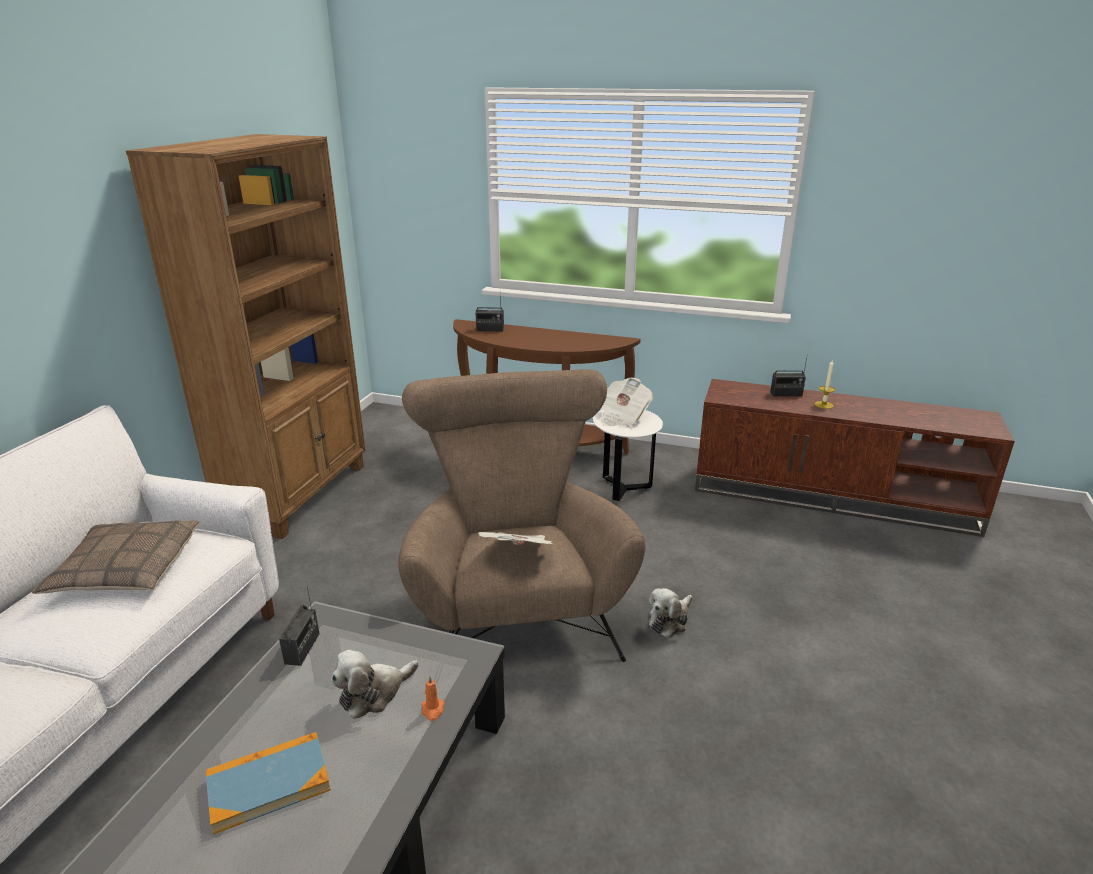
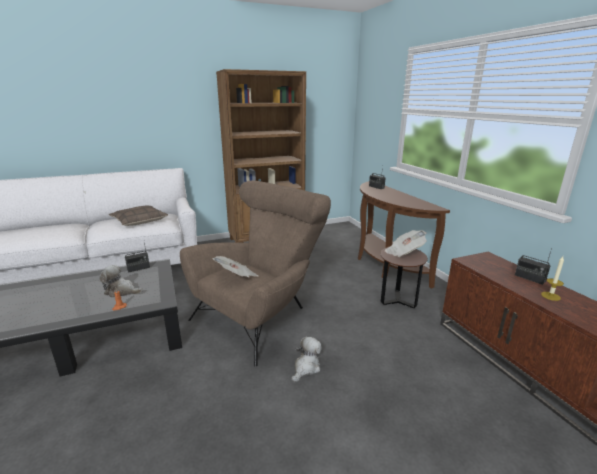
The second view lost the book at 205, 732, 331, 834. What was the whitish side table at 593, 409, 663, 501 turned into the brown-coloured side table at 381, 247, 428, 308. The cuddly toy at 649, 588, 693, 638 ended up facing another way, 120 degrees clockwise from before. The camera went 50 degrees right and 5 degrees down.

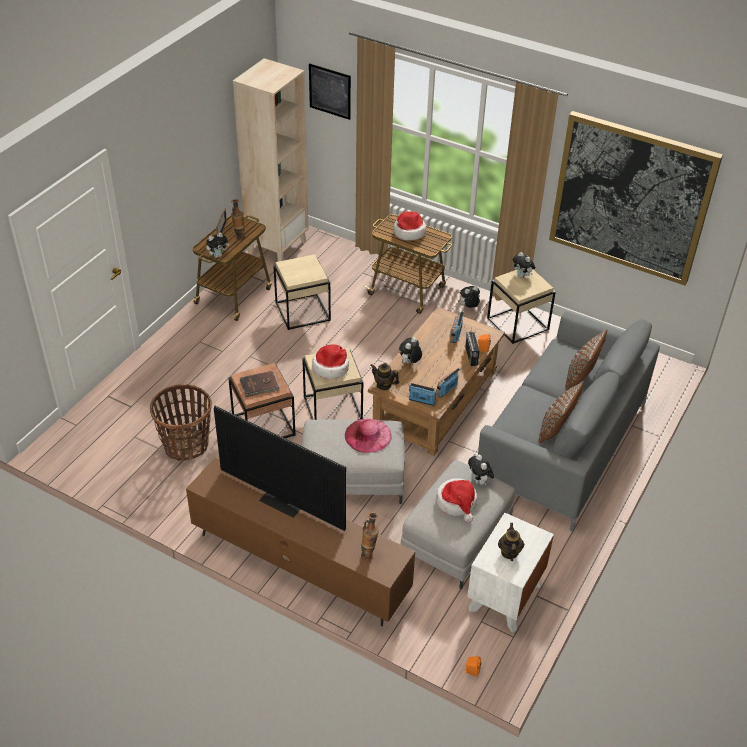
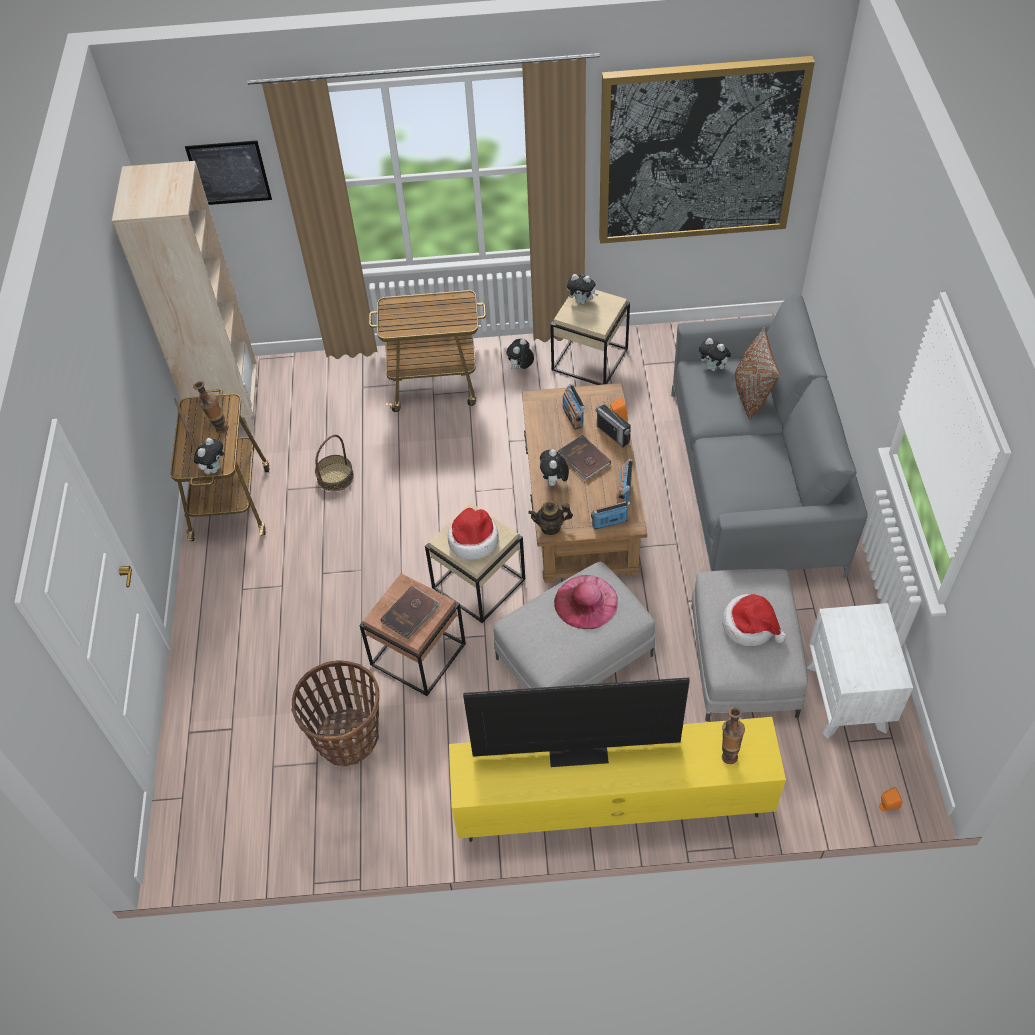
What was the brown-coloured media console at 186, 458, 415, 626 turned into the yellow-coloured media console at 449, 717, 786, 842. Where the beige-coloured side table stood at 273, 254, 331, 330, the storage basket came to stand at 315, 435, 354, 491. The second view lost the clothing hat at 394, 211, 426, 240. The cuddly toy ended up elsewhere, having gone from 468, 454, 494, 486 to 699, 338, 731, 371. The second view lost the teapot at 498, 523, 524, 561. The second view lost the brown-coloured throw pillow at 539, 381, 584, 444. The second view gained the brown-coloured book at 558, 435, 611, 481. The camera went 30 degrees left and 10 degrees up.

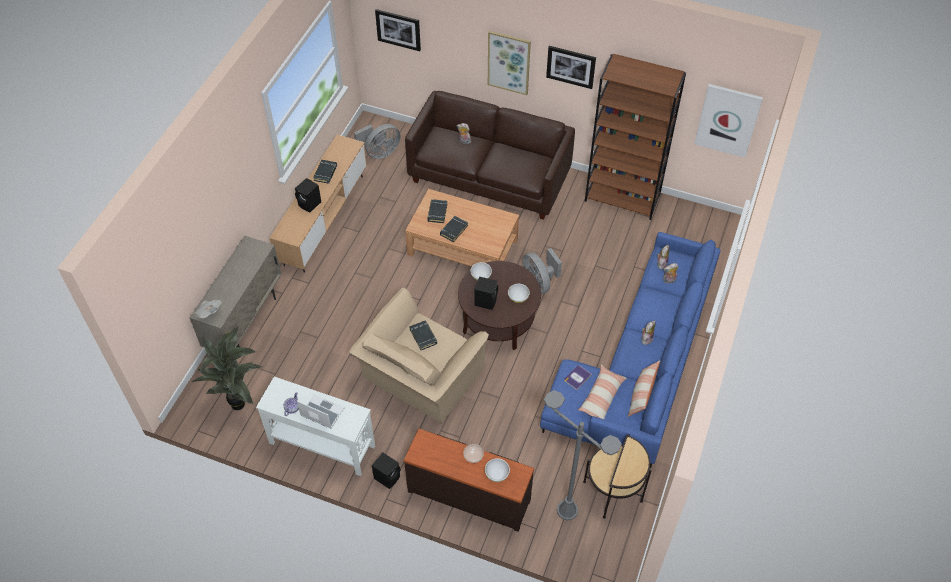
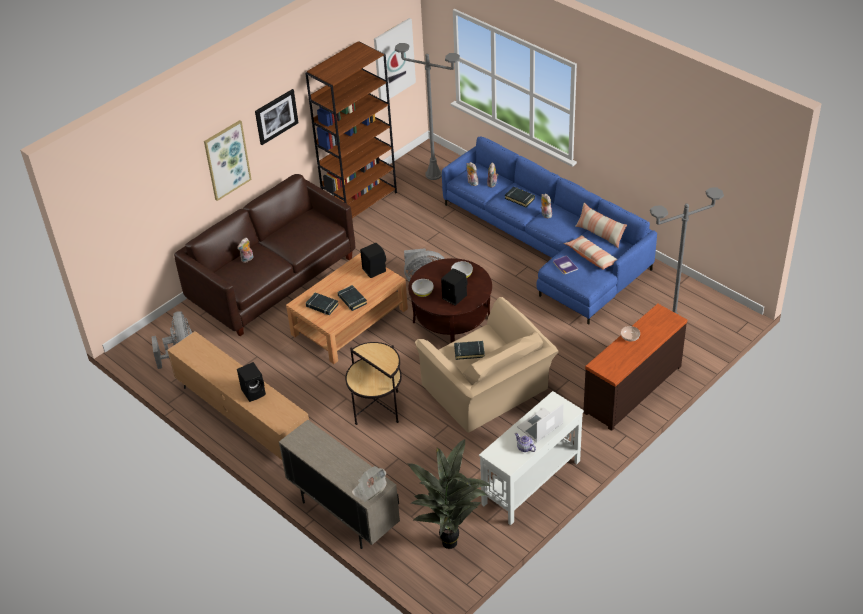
The black-coloured book ended up elsewhere, having gone from 313, 160, 337, 184 to 505, 187, 535, 207. The black-coloured audio speaker ended up elsewhere, having gone from 372, 453, 401, 489 to 360, 243, 386, 278. The second view lost the wall art at 375, 9, 421, 51. The second view lost the whitish bowl at 485, 458, 510, 482. The side table ended up elsewhere, having gone from 583, 434, 652, 519 to 345, 342, 402, 425. The second view gained the greyish standard lamp at 395, 43, 460, 180. The camera went 65 degrees left and 10 degrees down.

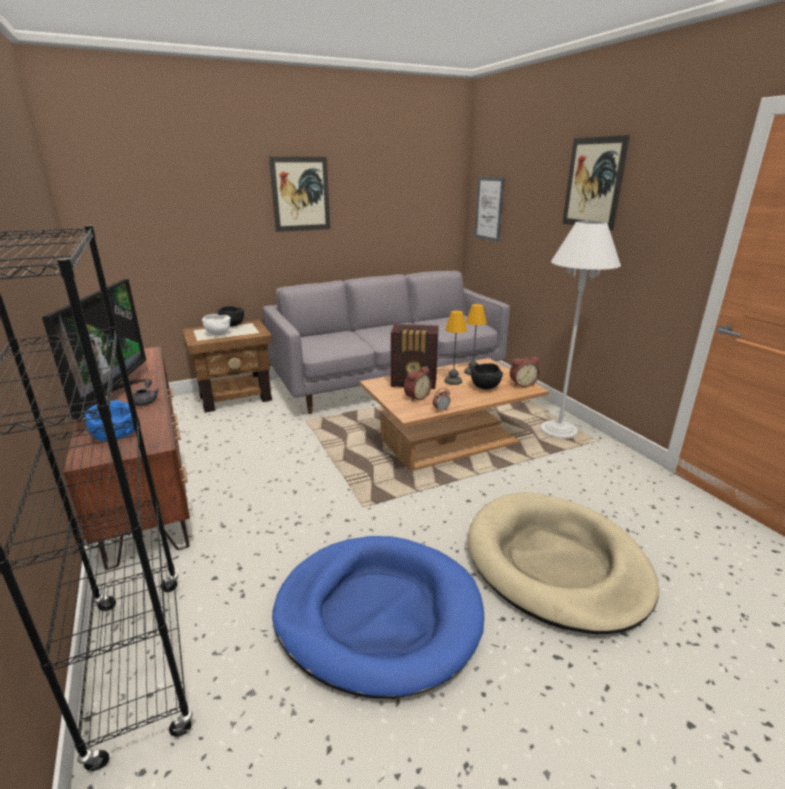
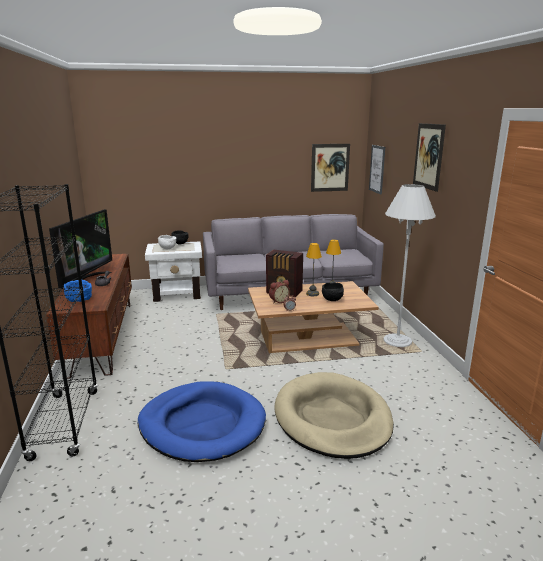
What was the brown-coloured side table at 183, 320, 272, 413 turned into the whitish side table at 145, 242, 202, 302. The wall art ended up elsewhere, having gone from 269, 156, 330, 232 to 311, 144, 350, 192. The second view lost the table clock at 510, 357, 539, 387. The camera went 15 degrees right and 5 degrees down.

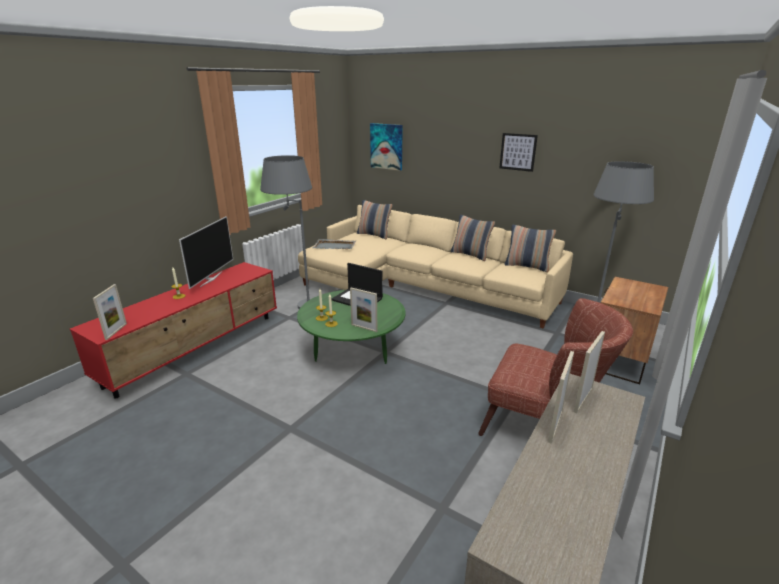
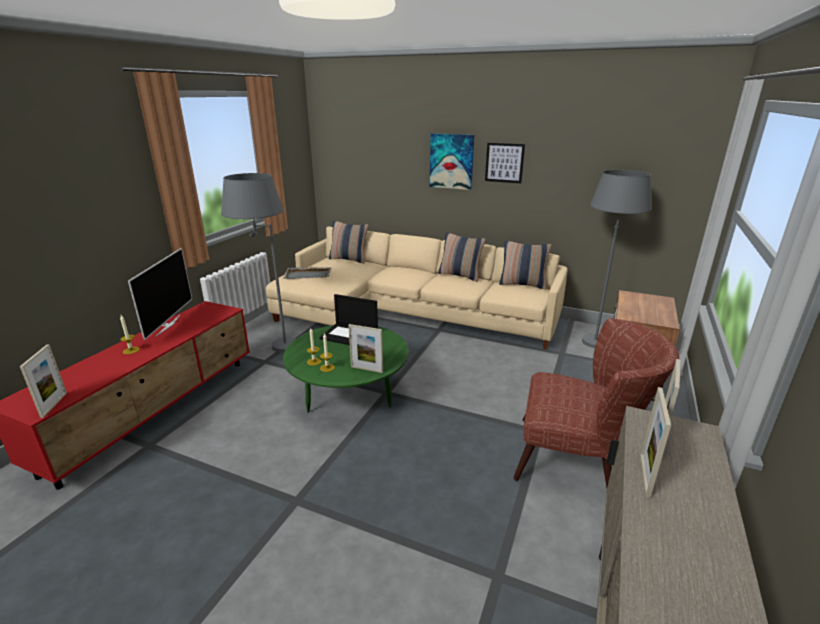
The wall art ended up elsewhere, having gone from 370, 123, 403, 171 to 430, 133, 474, 190. The camera went 10 degrees left and 0 degrees up.

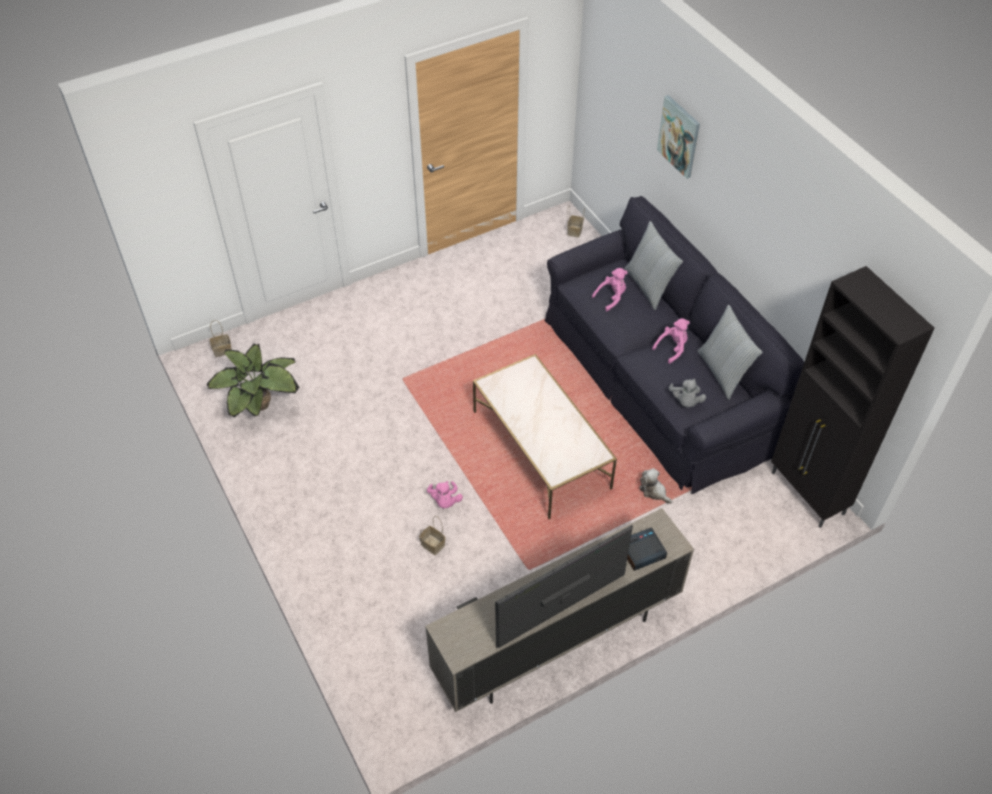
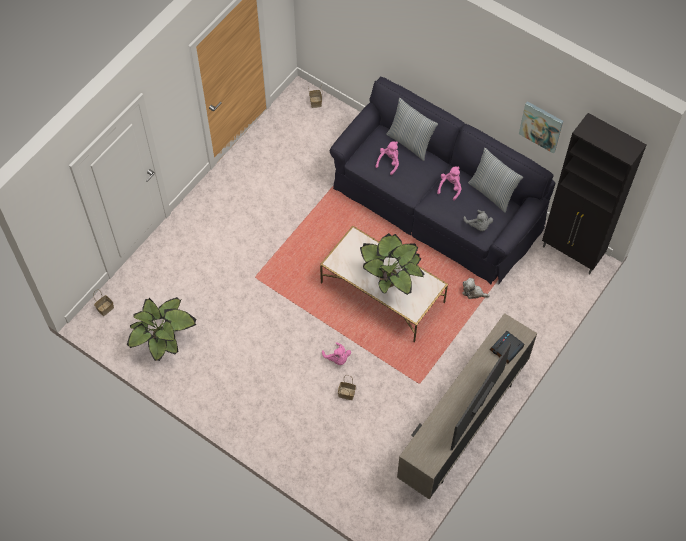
The wall art ended up elsewhere, having gone from 657, 95, 700, 179 to 519, 101, 563, 154. The second view gained the houseplant at 360, 233, 424, 295. The camera went 25 degrees left and 10 degrees up.

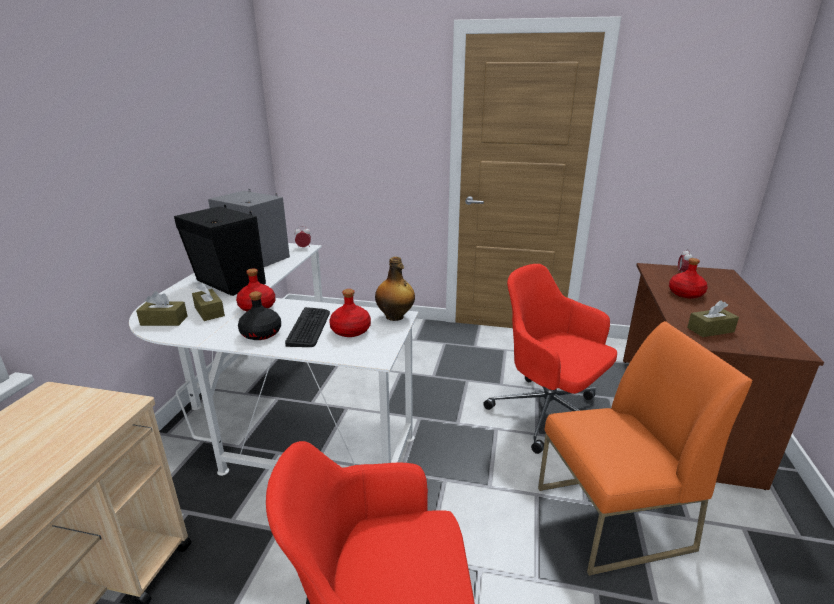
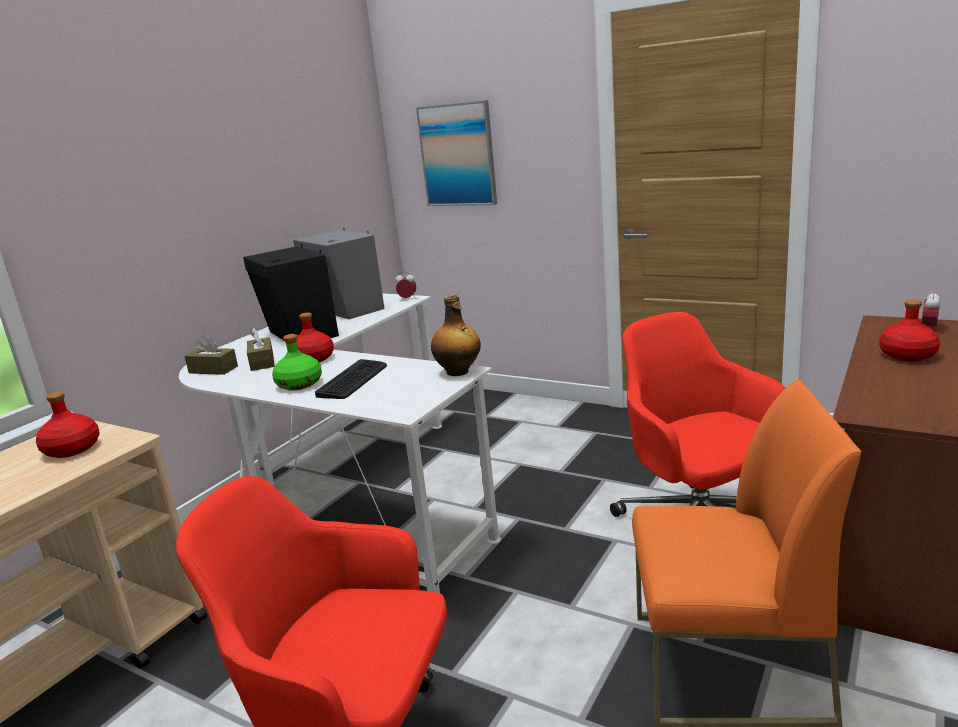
What was the black-coloured drink bottle at 238, 291, 281, 340 turned into the greenish drink bottle at 272, 334, 322, 391. The reddish drink bottle ended up elsewhere, having gone from 329, 289, 371, 337 to 36, 392, 100, 458. The second view lost the brown-coloured tissue holder at 687, 300, 739, 337. The second view gained the wall art at 416, 100, 497, 206. The camera went 20 degrees right and 5 degrees down.

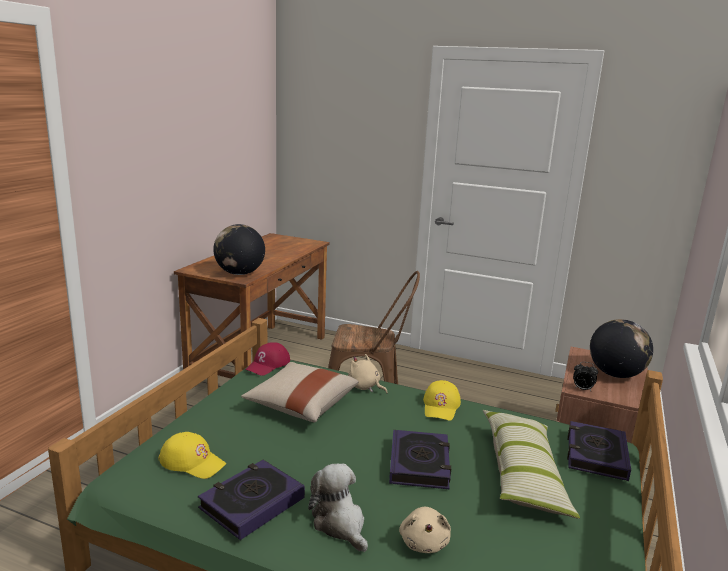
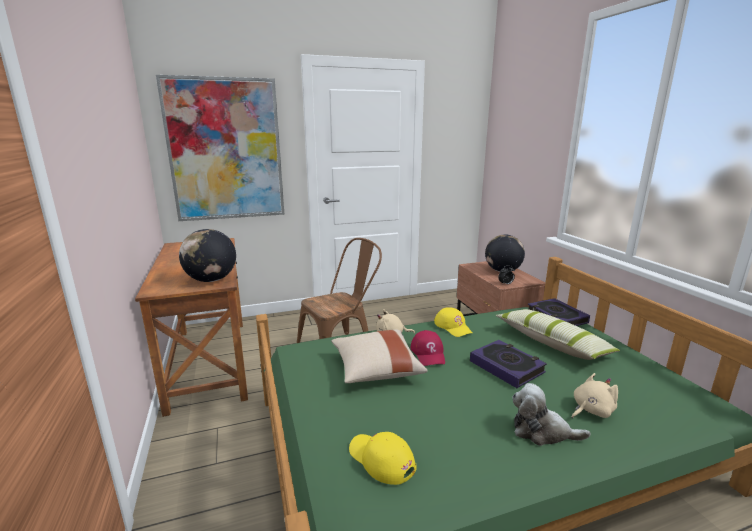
The yellow-coloured peaked cap at 159, 432, 226, 479 ended up facing another way, 120 degrees counterclockwise from before. The second view lost the book at 198, 460, 305, 540. The reddish peaked cap ended up elsewhere, having gone from 245, 342, 290, 376 to 410, 330, 445, 366. The beige-coloured cuddly toy at 399, 507, 451, 553 ended up facing another way, 75 degrees counterclockwise from before. The second view gained the wall art at 156, 75, 285, 221. The camera went 40 degrees left and 0 degrees up.

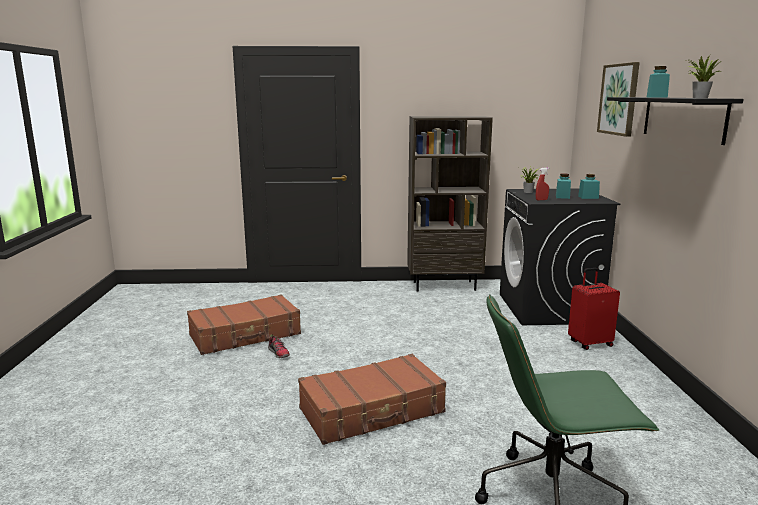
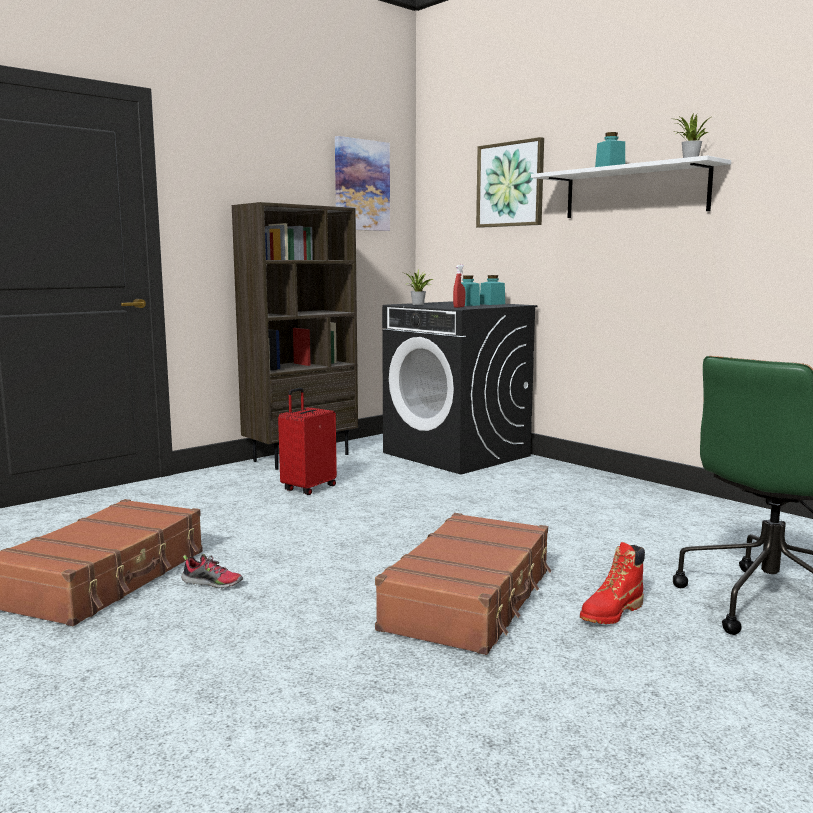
The reddish piece of luggage ended up elsewhere, having gone from 568, 268, 620, 350 to 278, 388, 337, 495. What was the black-coloured wall shelf at 607, 97, 743, 145 turned into the whitish wall shelf at 531, 155, 731, 218. The second view gained the wall art at 335, 136, 390, 231. The second view gained the reddish tall boot at 580, 542, 645, 624. The camera went 40 degrees left and 5 degrees down.

